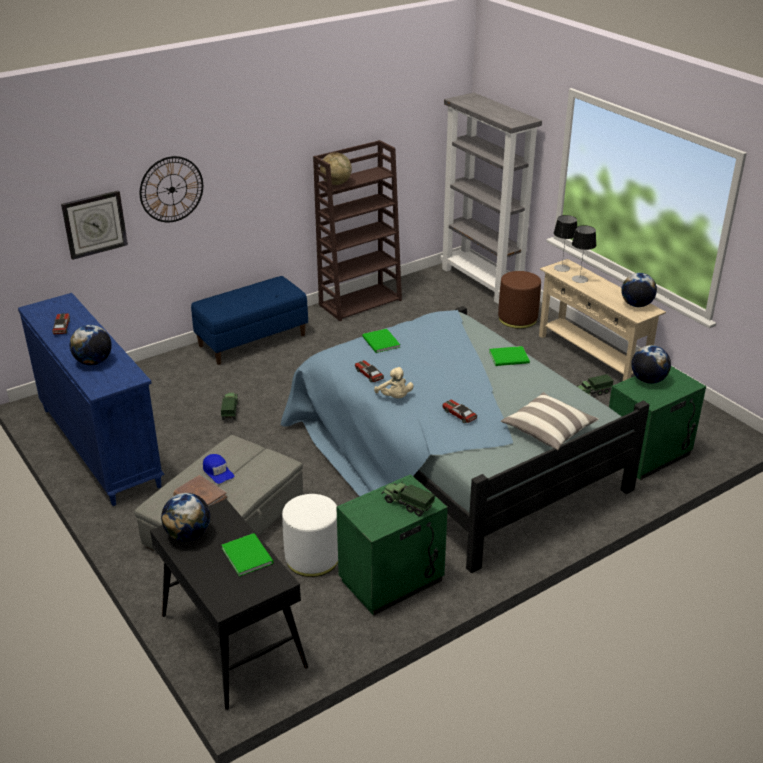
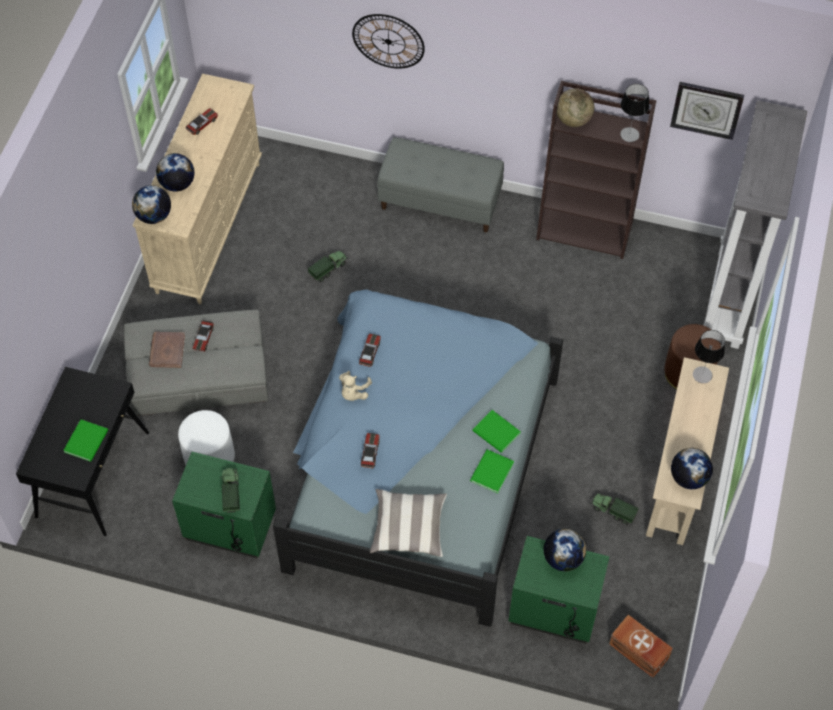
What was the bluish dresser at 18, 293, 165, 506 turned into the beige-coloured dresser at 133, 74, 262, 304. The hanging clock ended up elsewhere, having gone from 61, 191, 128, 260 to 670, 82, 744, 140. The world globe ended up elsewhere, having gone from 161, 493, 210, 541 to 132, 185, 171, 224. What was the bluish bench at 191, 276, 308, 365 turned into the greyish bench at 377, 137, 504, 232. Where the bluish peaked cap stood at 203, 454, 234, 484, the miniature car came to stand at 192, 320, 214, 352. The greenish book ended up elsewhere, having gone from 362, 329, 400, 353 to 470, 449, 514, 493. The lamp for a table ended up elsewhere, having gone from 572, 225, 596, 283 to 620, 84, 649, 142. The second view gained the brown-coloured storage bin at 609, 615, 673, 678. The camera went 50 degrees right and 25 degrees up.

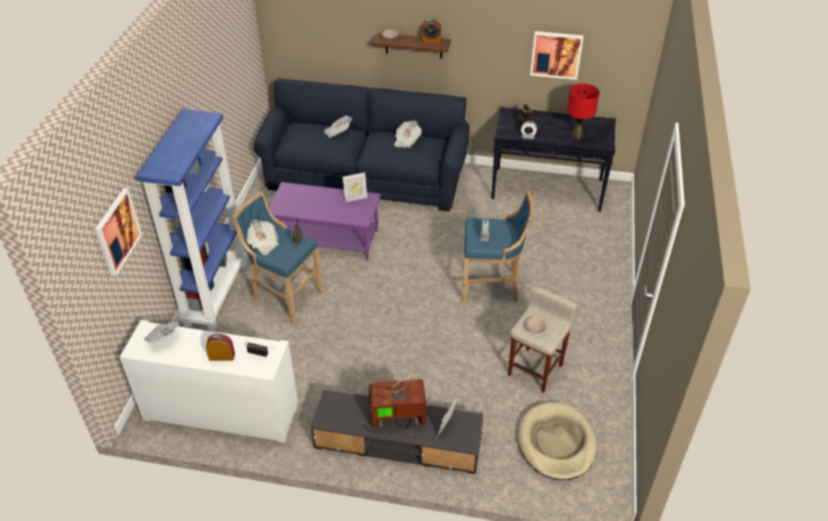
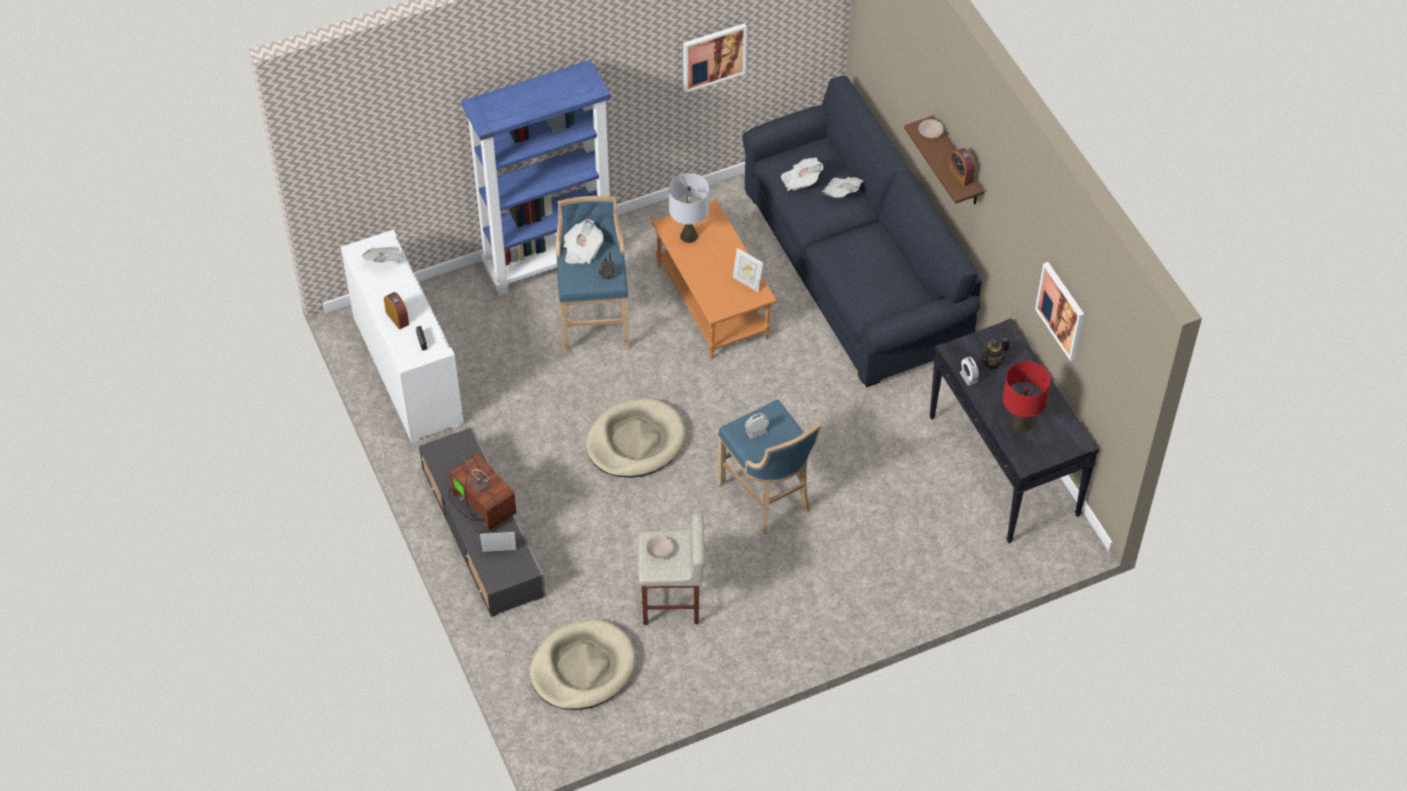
The wall art ended up elsewhere, having gone from 95, 188, 142, 276 to 683, 23, 747, 93. What was the purple-coloured coffee table at 269, 182, 381, 261 turned into the orange-coloured coffee table at 652, 200, 777, 359. The printed paper ended up elsewhere, having gone from 394, 120, 422, 148 to 781, 157, 823, 191. The second view gained the beige-coloured dog bed at 586, 398, 685, 478. The second view gained the greyish lamp for a table at 669, 173, 709, 243. The camera went 55 degrees right and 10 degrees up.

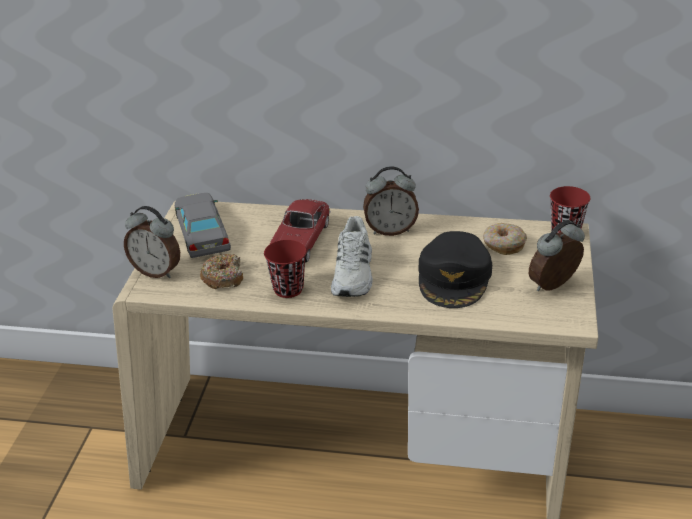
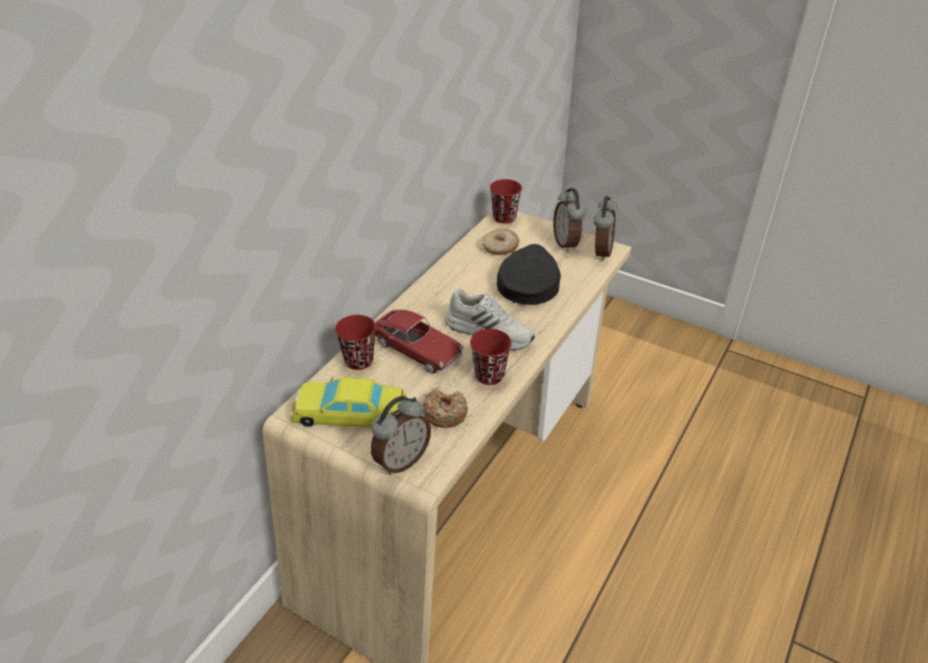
What was the greyish miniature car at 175, 193, 231, 258 turned into the yellow-coloured miniature car at 291, 377, 406, 428. The table clock ended up elsewhere, having gone from 363, 166, 419, 236 to 594, 196, 618, 261. The black-coloured peaked cap at 418, 231, 492, 308 ended up facing another way, 105 degrees counterclockwise from before. The second view gained the reddish cup at 335, 315, 376, 370. The camera went 70 degrees left and 5 degrees up.

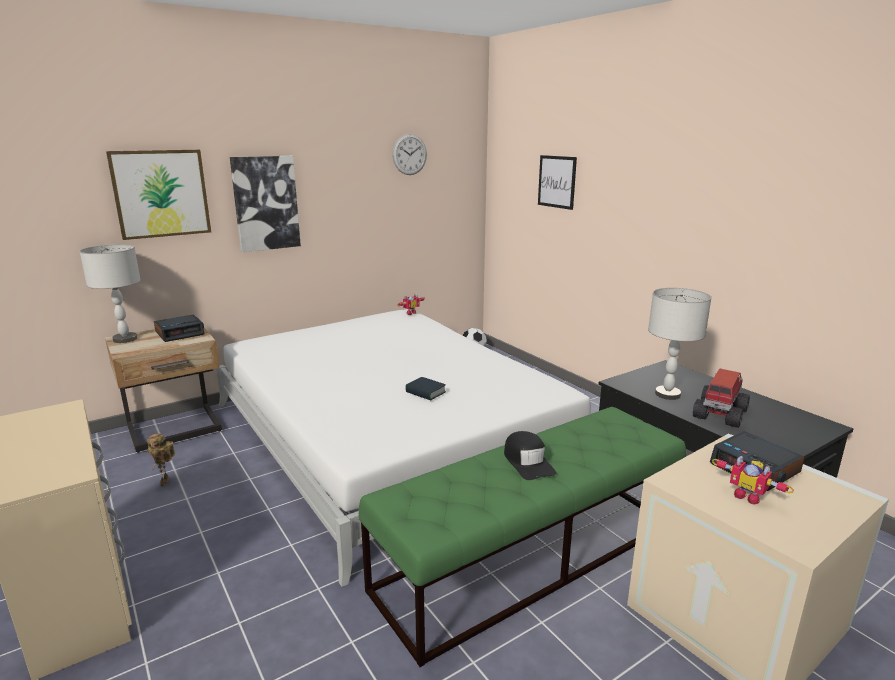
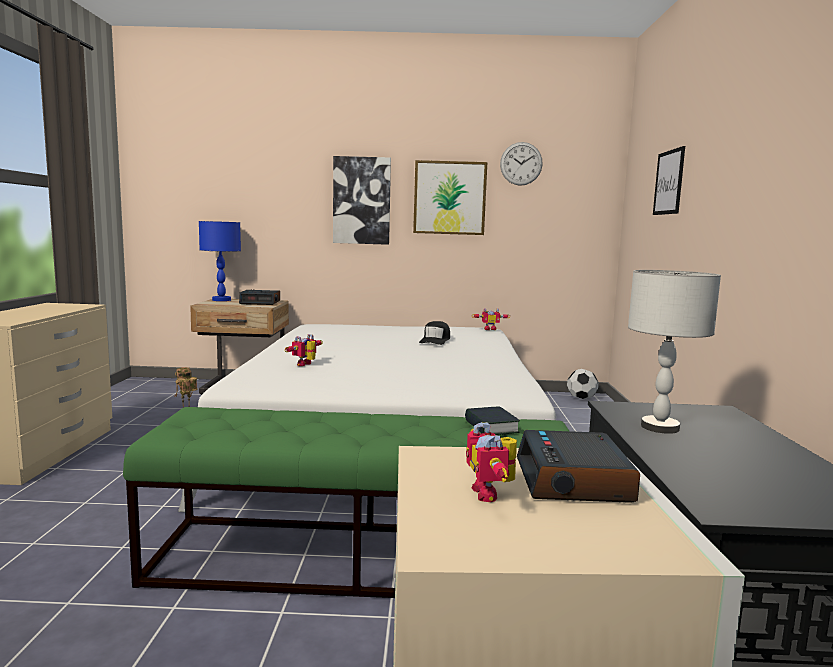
What was the greyish lamp for a table at 79, 244, 141, 343 turned into the bluish lamp for a table at 199, 221, 241, 301. The wall art ended up elsewhere, having gone from 106, 150, 211, 240 to 413, 160, 487, 235. The book ended up elsewhere, having gone from 405, 377, 446, 400 to 465, 406, 520, 435. The black-coloured peaked cap ended up elsewhere, having gone from 504, 431, 556, 480 to 419, 321, 450, 345. The second view lost the toy lorry at 693, 368, 750, 428. The second view gained the toy robot at 285, 334, 323, 366. The camera went 35 degrees right and 10 degrees down.

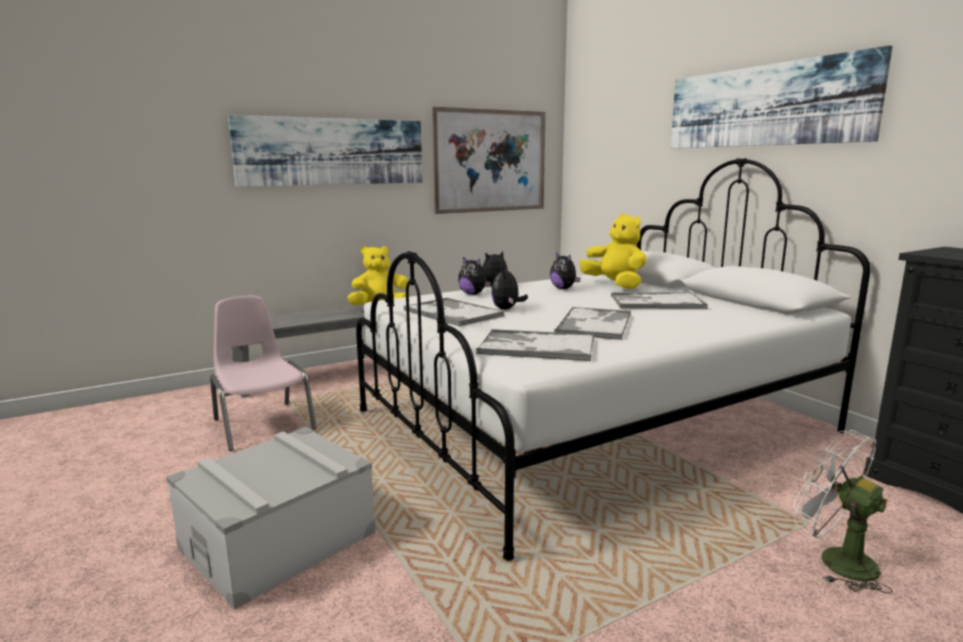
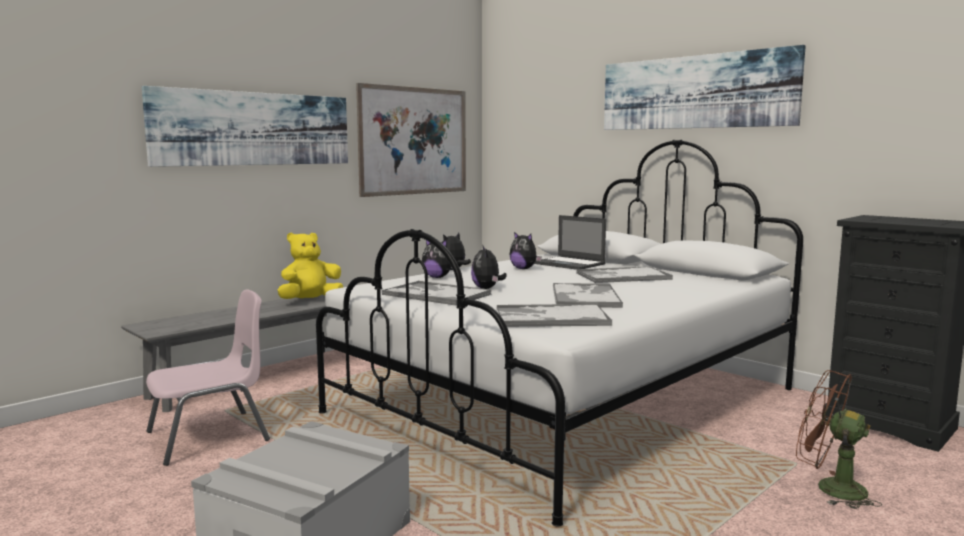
The pinkish upright chair at 210, 296, 317, 451 ended up facing another way, 105 degrees clockwise from before. Where the yellow-coloured cuddly toy stood at 580, 213, 647, 289, the notebook computer came to stand at 534, 215, 606, 270. What was the whitish electric fan at 793, 430, 892, 593 turned into the brown-coloured electric fan at 796, 370, 882, 509. The camera went 15 degrees left and 5 degrees down.

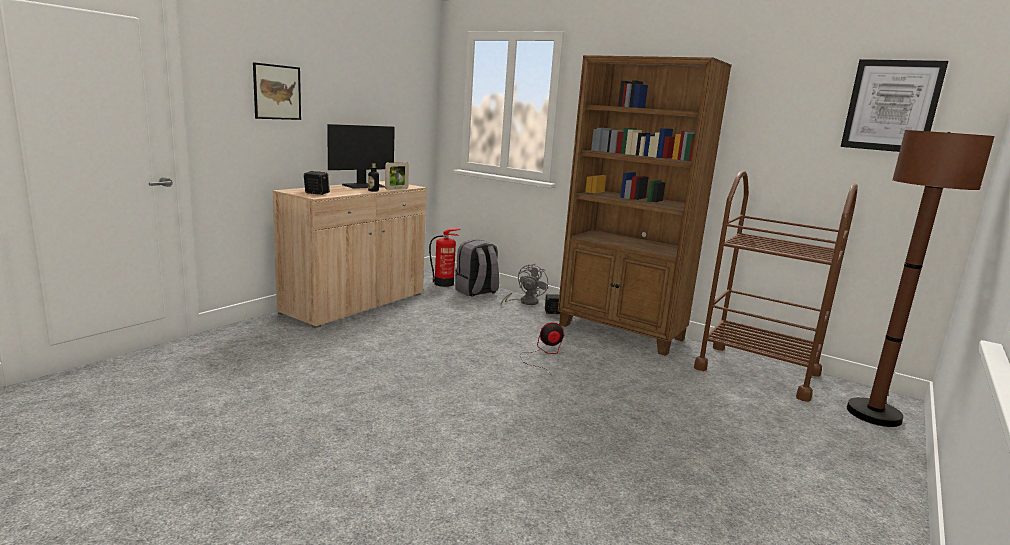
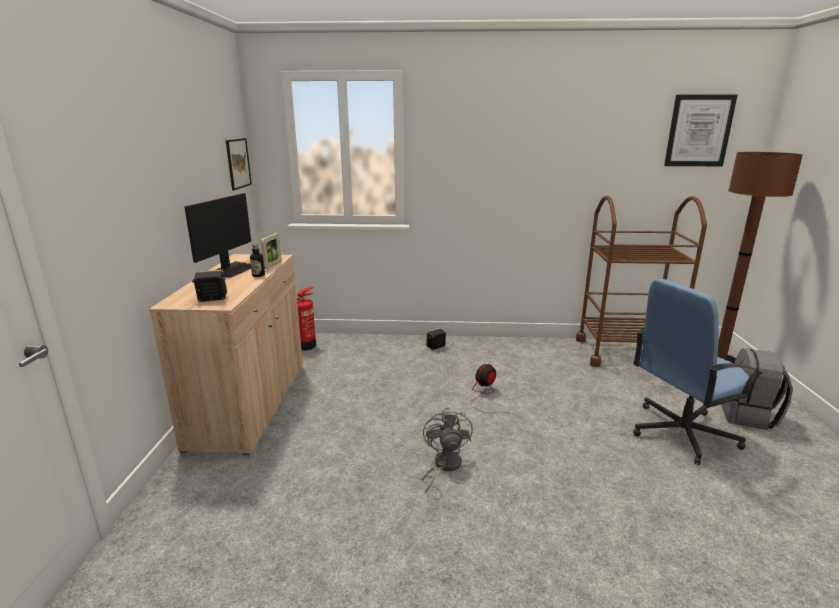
The wall art ended up elsewhere, having gone from 253, 62, 301, 120 to 226, 138, 252, 191. The greyish backpack ended up elsewhere, having gone from 455, 239, 499, 297 to 721, 348, 793, 430. The greyish electric fan ended up elsewhere, having gone from 501, 264, 548, 305 to 421, 408, 473, 493. The second view lost the brown-coloured bookcase at 558, 55, 732, 356. The second view gained the bluish office chair at 633, 279, 764, 465. The camera went 30 degrees left and 5 degrees up.

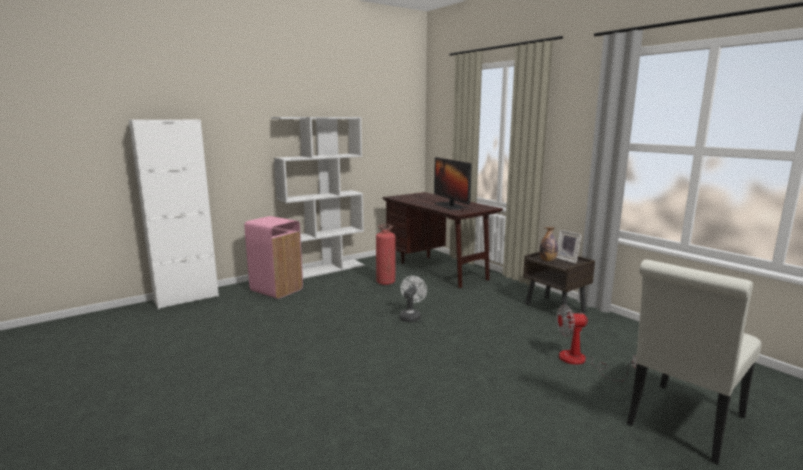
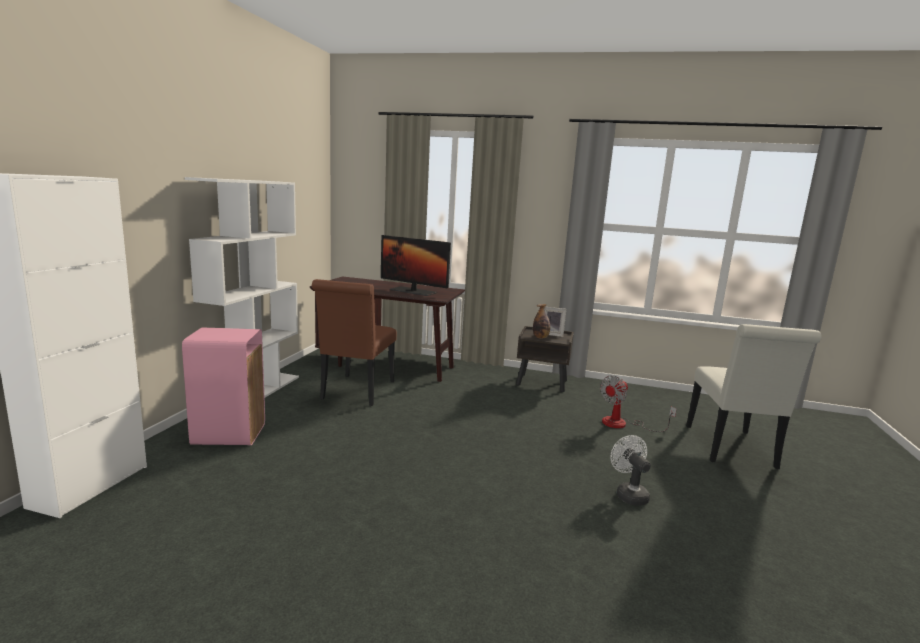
Where the fire-fighting cylinder stood at 376, 224, 395, 285, the brown-coloured upright chair came to stand at 312, 279, 397, 406. The whitish electric fan ended up elsewhere, having gone from 399, 276, 427, 322 to 611, 435, 651, 506. The camera went 40 degrees left and 0 degrees up.

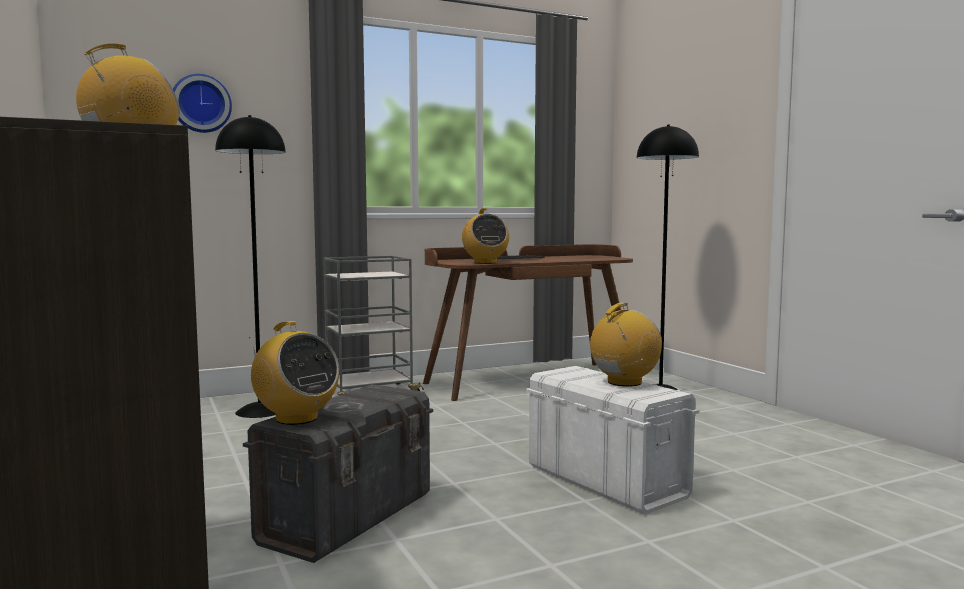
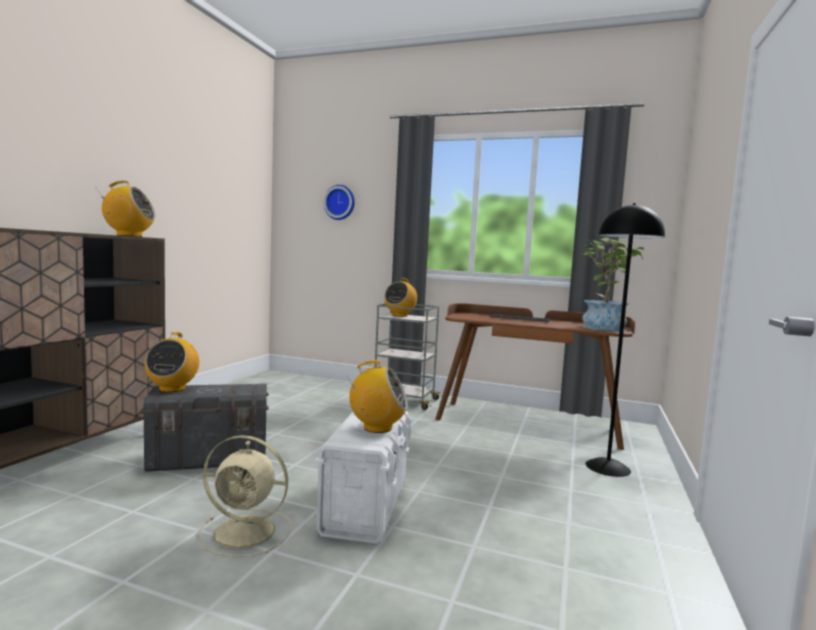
The second view lost the black-coloured standard lamp at 215, 115, 286, 418. The radio receiver ended up elsewhere, having gone from 462, 208, 509, 264 to 384, 278, 417, 317. The second view gained the beige-coloured electric fan at 197, 435, 292, 557. The second view gained the houseplant at 579, 238, 644, 331. The camera went 45 degrees right and 0 degrees up.

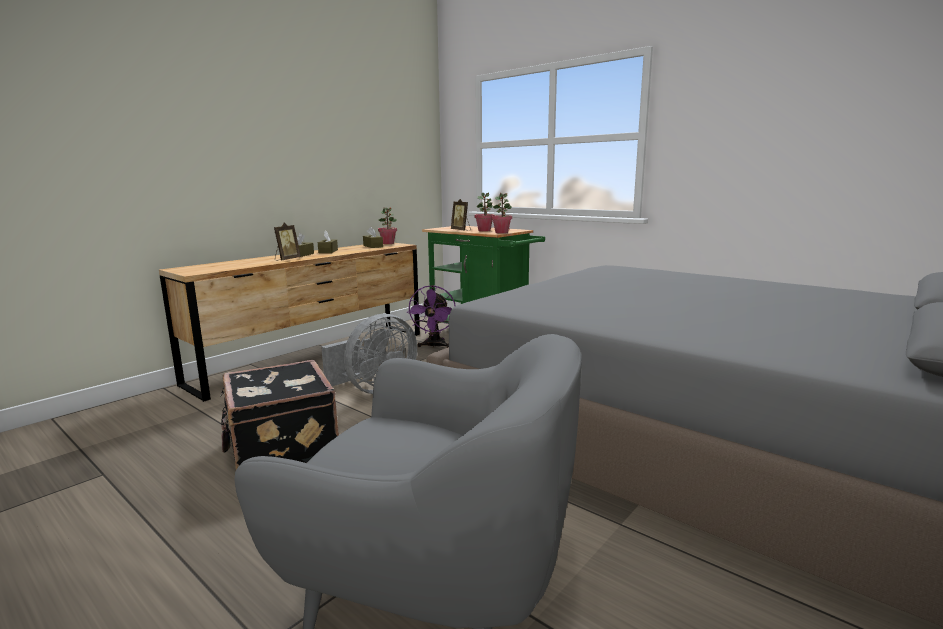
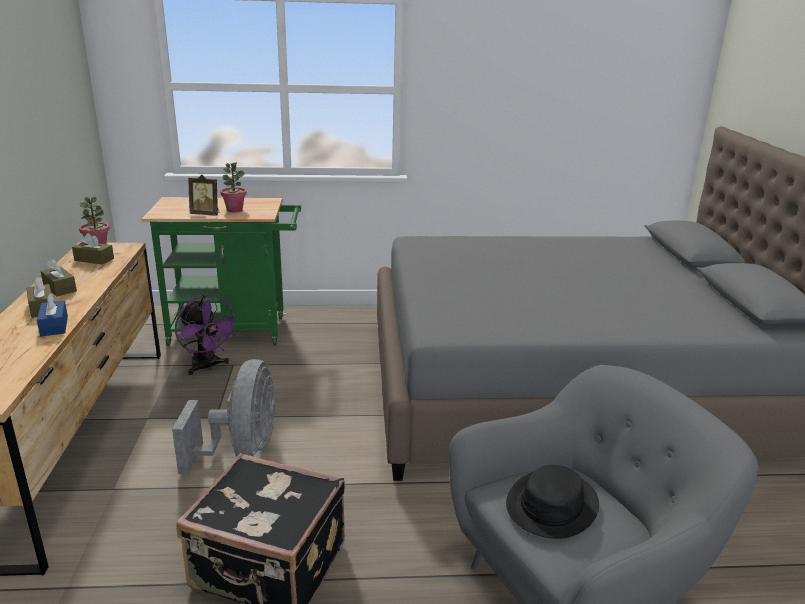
Where the photo frame stood at 274, 223, 301, 261, the bluish tissue holder came to stand at 37, 293, 68, 337. The second view lost the houseplant at 491, 193, 512, 234. The second view gained the black-coloured clothing hat at 506, 465, 599, 539. The camera went 45 degrees left and 10 degrees up.

